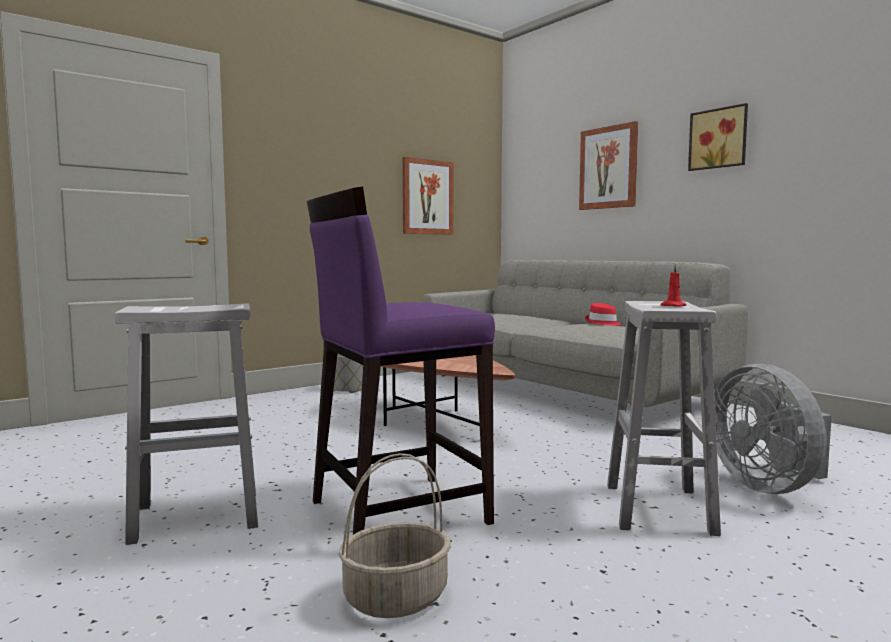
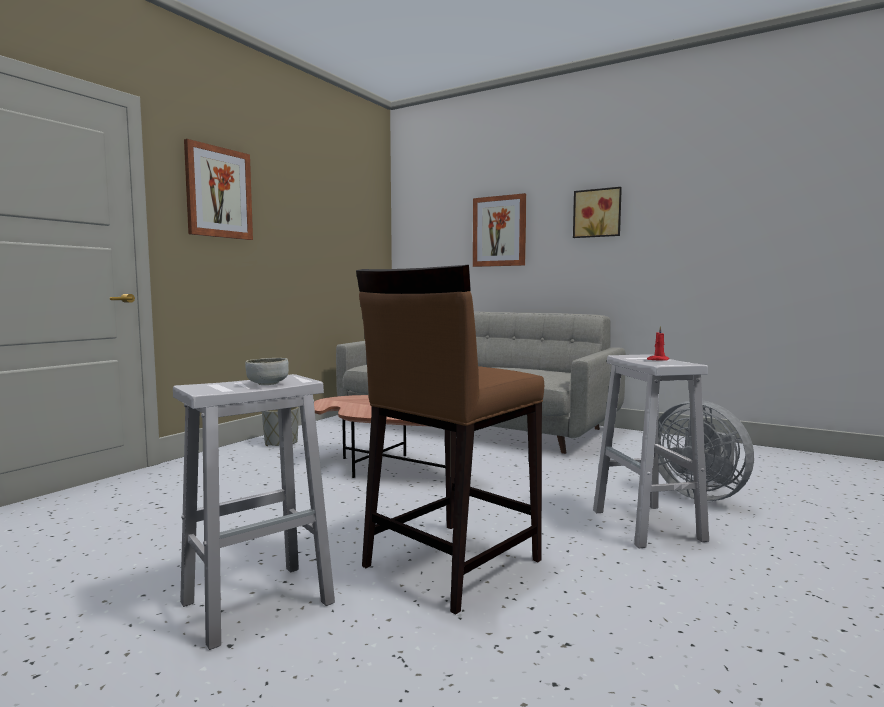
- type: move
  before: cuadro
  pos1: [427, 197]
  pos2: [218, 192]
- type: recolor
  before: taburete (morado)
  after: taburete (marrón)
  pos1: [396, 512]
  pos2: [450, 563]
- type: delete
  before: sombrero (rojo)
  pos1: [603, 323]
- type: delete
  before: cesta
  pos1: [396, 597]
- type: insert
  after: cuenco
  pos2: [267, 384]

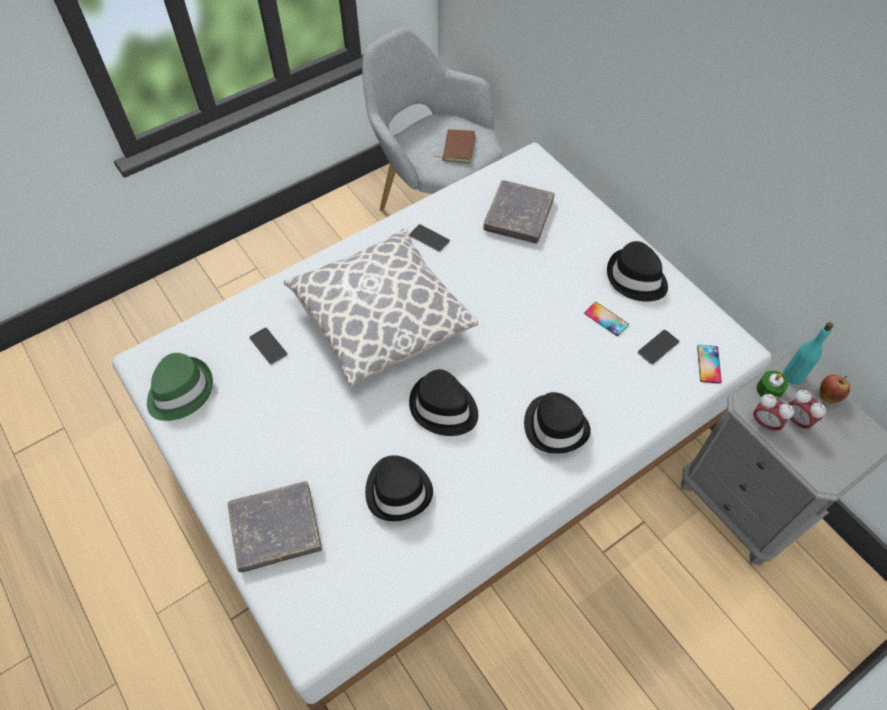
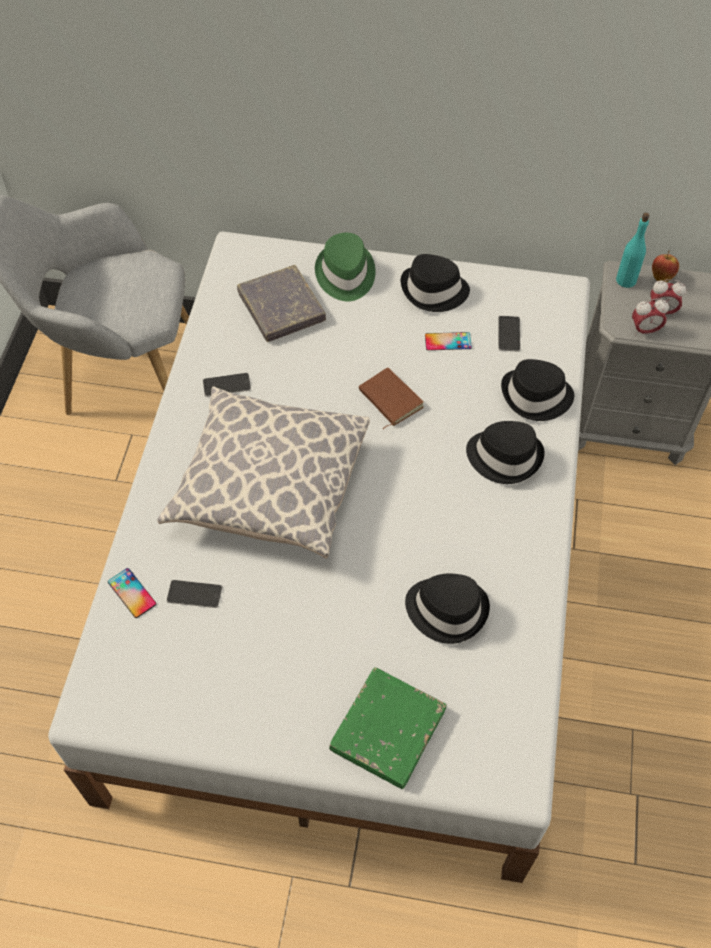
- type: move
  before: libro (marrón)
  pos1: [457, 148]
  pos2: [389, 400]
- type: move
  before: móvil
  pos1: [708, 364]
  pos2: [132, 593]
- type: move
  before: sombrero (verde)
  pos1: [179, 390]
  pos2: [345, 274]
- type: move
  before: sombrero (negro)
  pos1: [443, 408]
  pos2: [536, 396]
- type: delete
  before: vela (verde)
  pos1: [769, 389]
- type: recolor
  before: libro (gris)
  after: libro (verde)
  pos1: [275, 528]
  pos2: [387, 729]

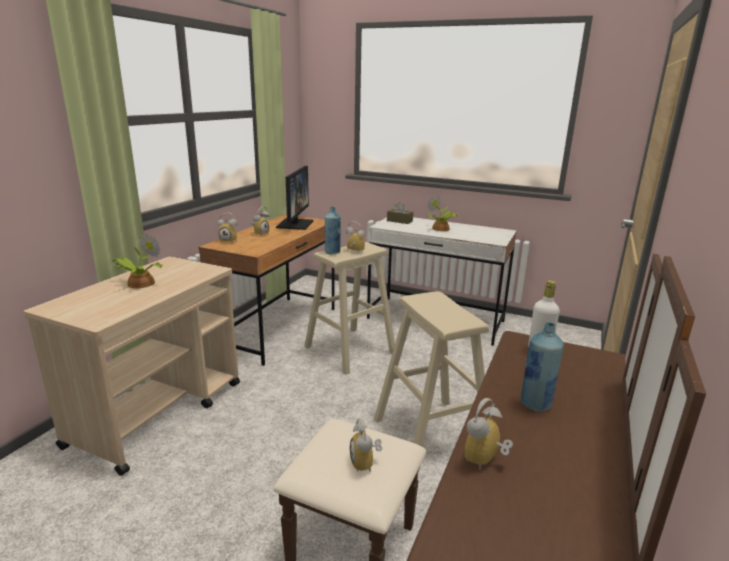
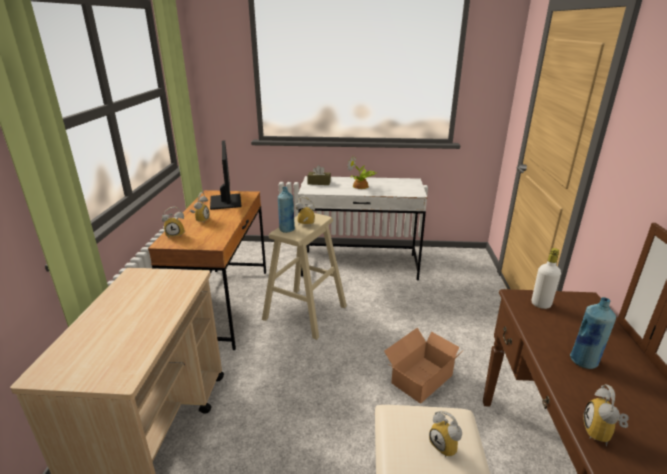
- type: delete
  before: planta en maceta
  pos1: [139, 283]
- type: replace
  before: taburete (beis)
  after: caja de cartón
  pos1: [430, 433]
  pos2: [419, 378]

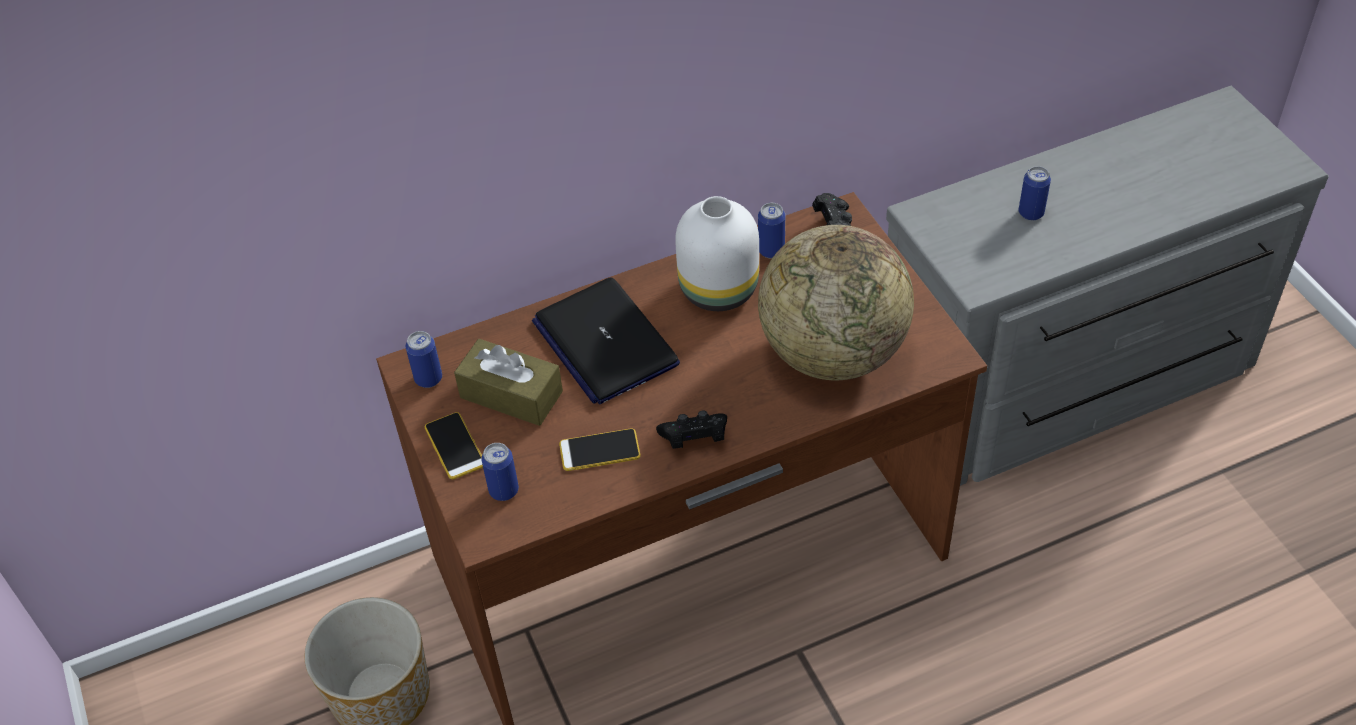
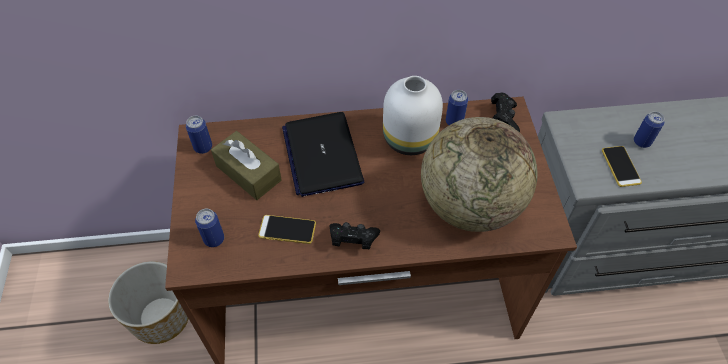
- type: move
  before: móvil
  pos1: [454, 446]
  pos2: [620, 166]

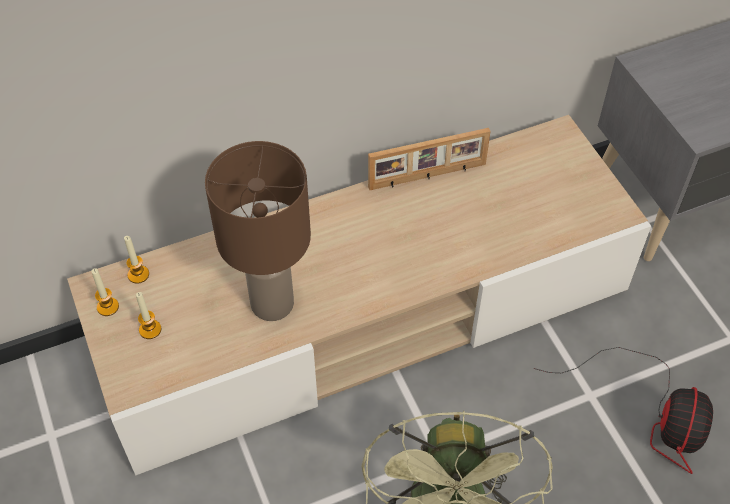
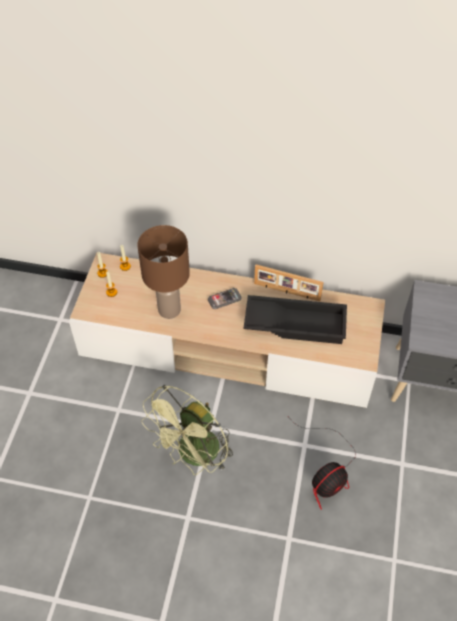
- type: insert
  after: móvil
  pos2: [224, 299]
- type: insert
  after: bandeja (negro)
  pos2: [296, 323]

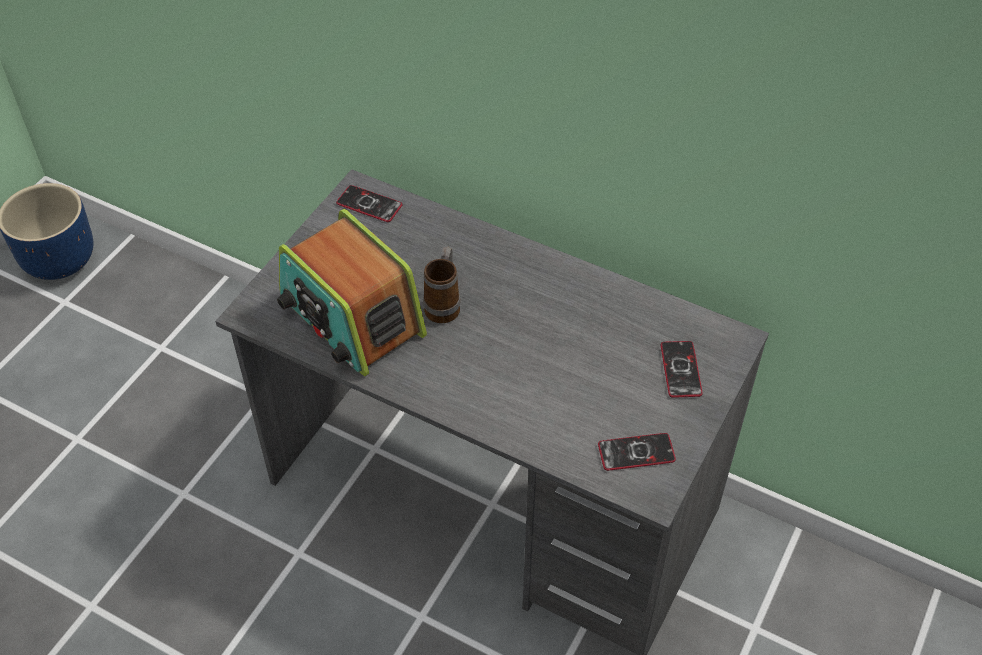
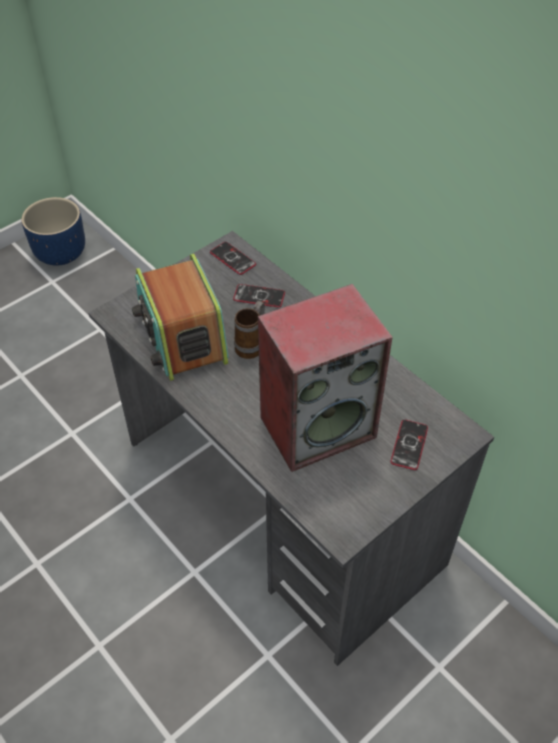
- type: move
  before: móvil
  pos1: [636, 452]
  pos2: [259, 296]
- type: insert
  after: altavoz
  pos2: [318, 425]

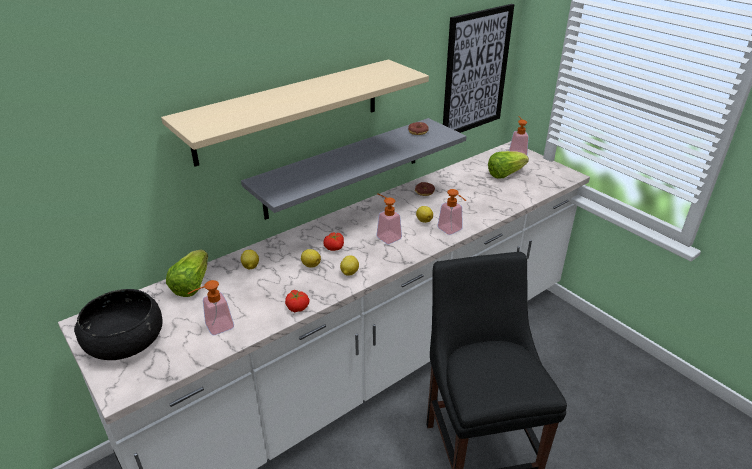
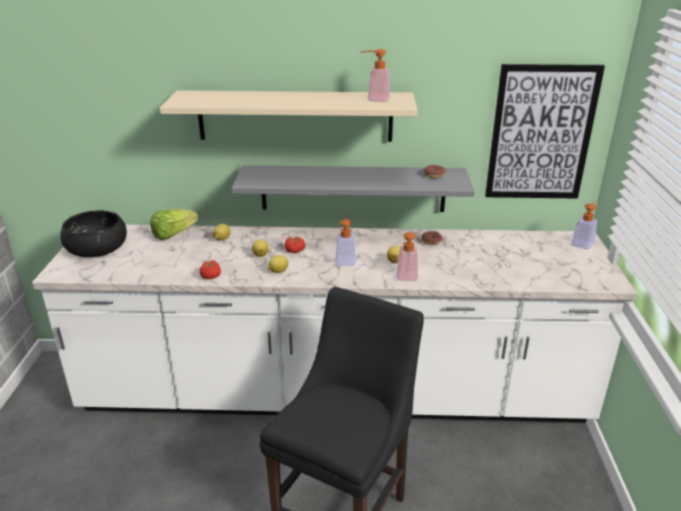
- type: delete
  before: lechuga
  pos1: [505, 174]
- type: move
  before: dispensador de jabón
  pos1: [214, 328]
  pos2: [374, 99]

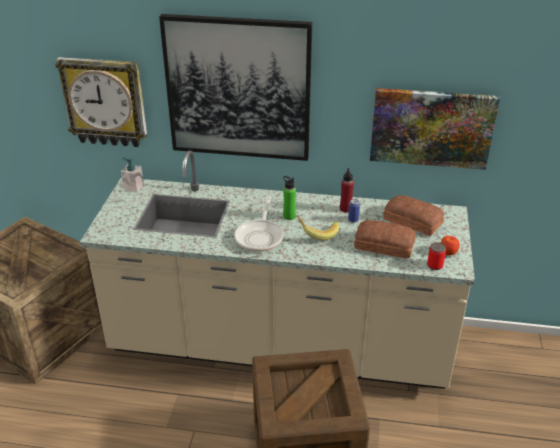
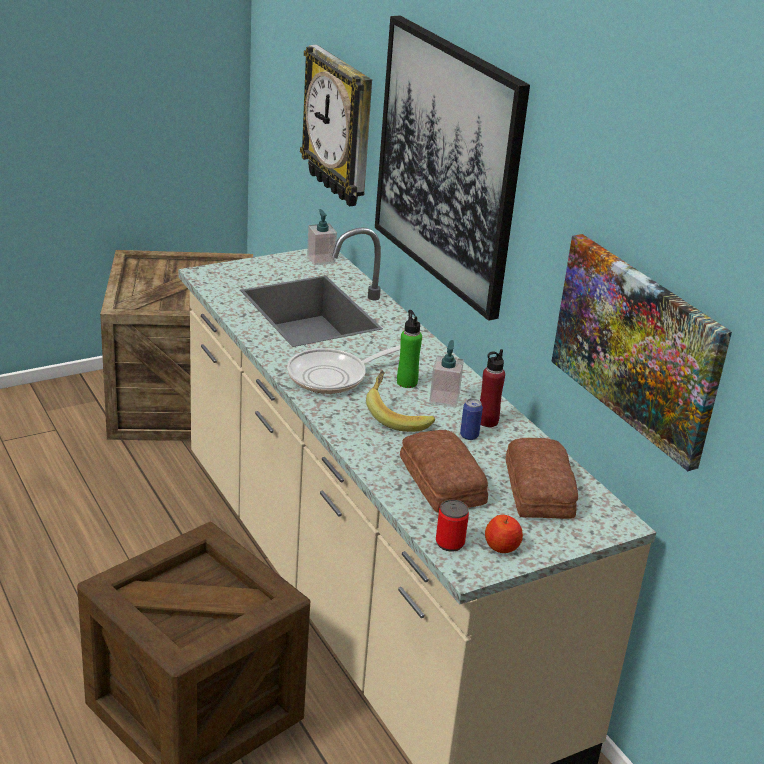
- type: insert
  after: dispensador de jabón
  pos2: [444, 398]

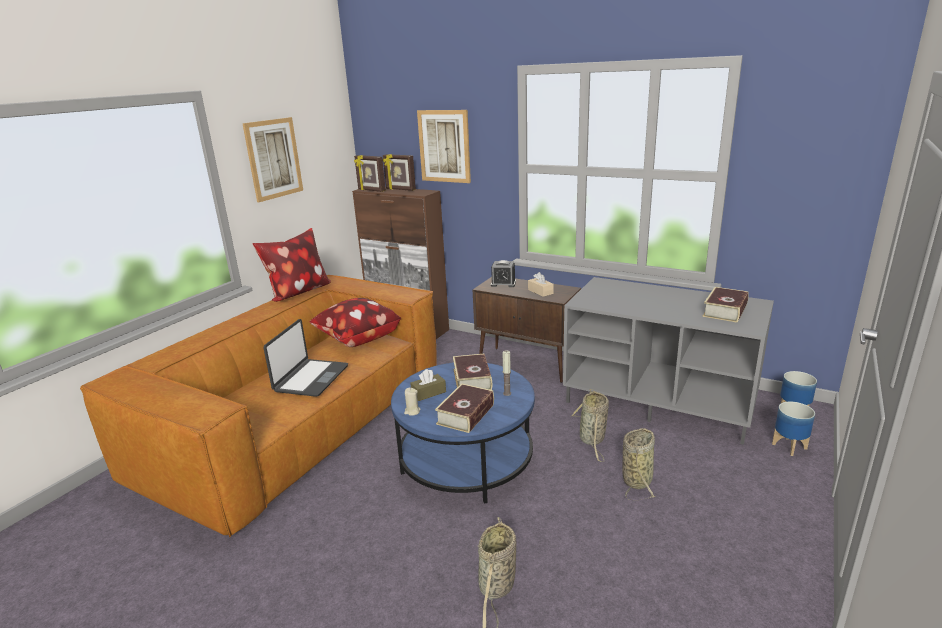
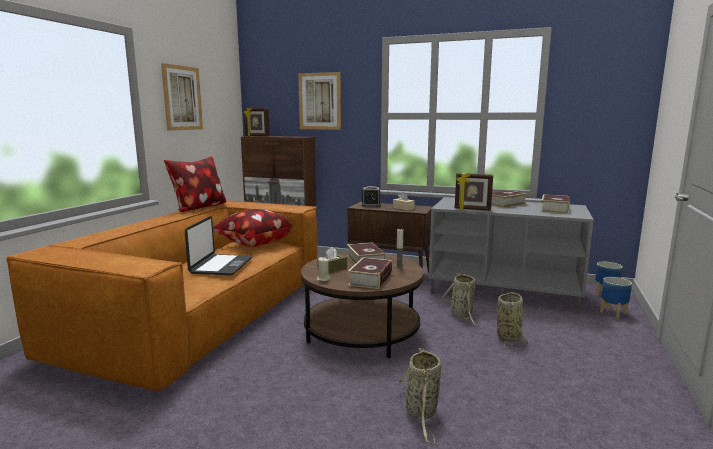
- type: move
  before: portarretratos
  pos1: [400, 189]
  pos2: [472, 209]
- type: recolor
  before: mesa de centro (azul)
  after: mesa de centro (marrón)
  pos1: [466, 459]
  pos2: [361, 331]
- type: insert
  after: libro
  pos2: [505, 204]

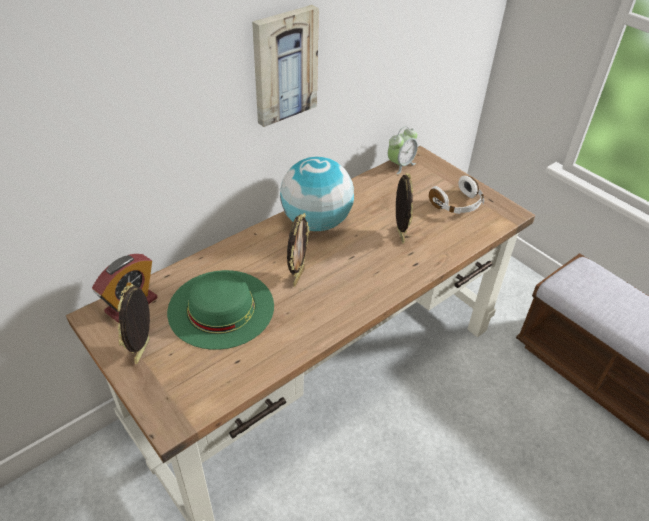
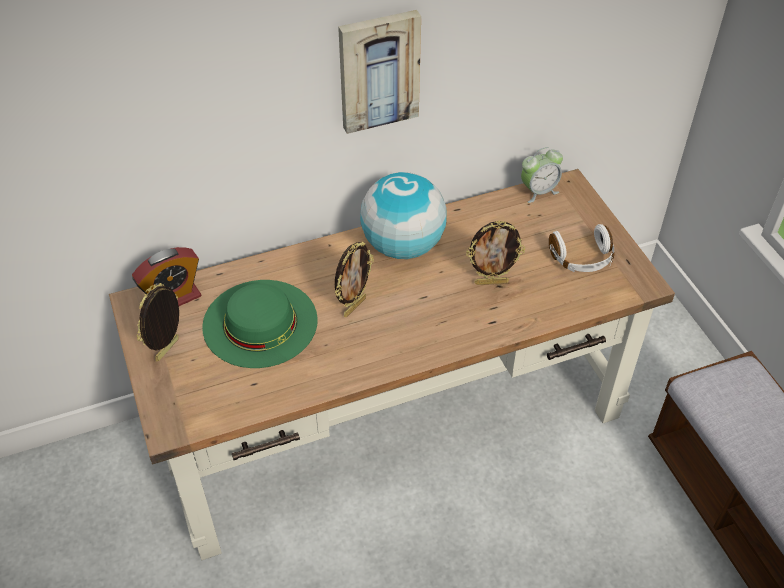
- type: rotate
  before: portarretratos
  pos1: [399, 235]
  pos2: [491, 282]
  turn: 75

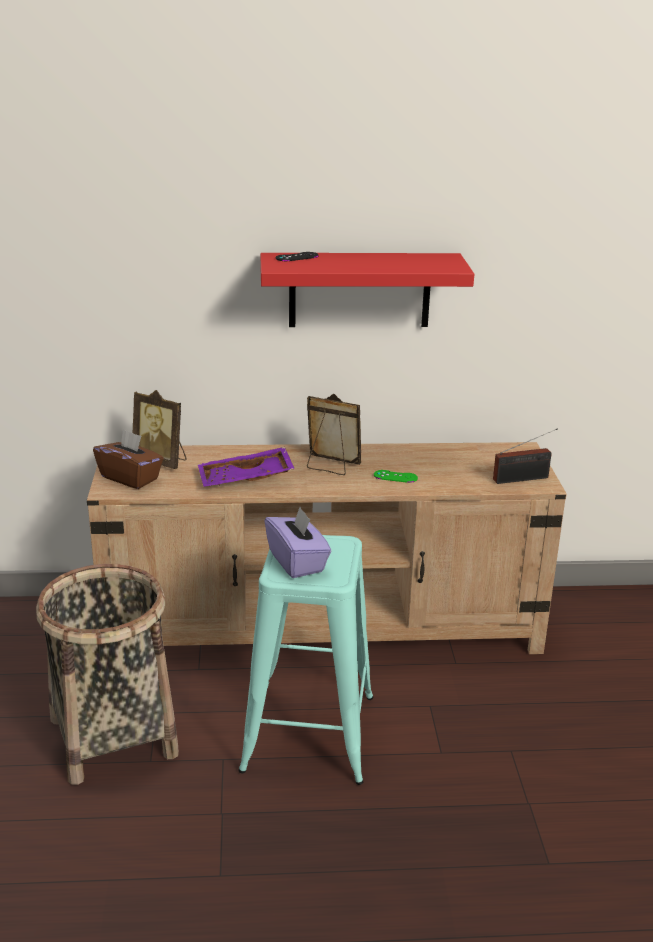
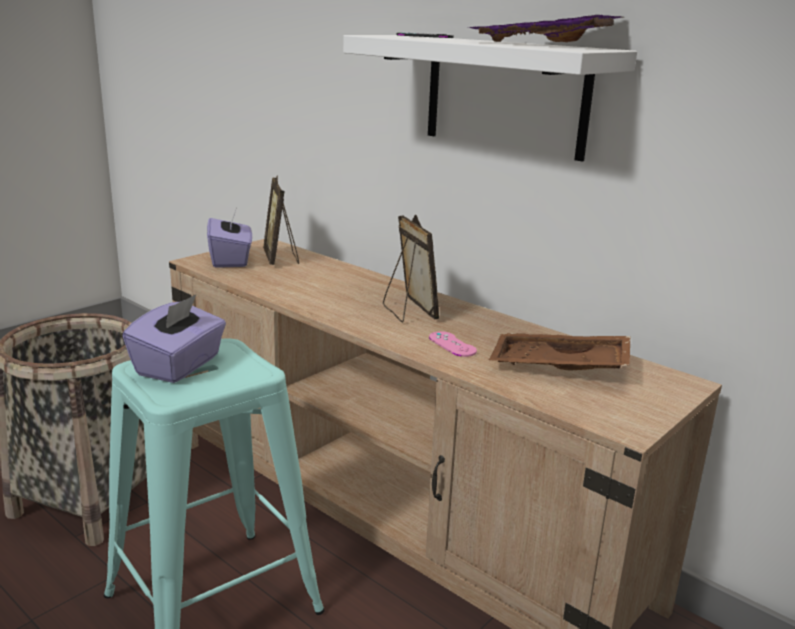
- type: recolor
  before: estante (rojo)
  after: estante (blanco)
  pos1: [359, 290]
  pos2: [505, 95]
- type: recolor
  before: caja de pañuelos (marrón)
  after: caja de pañuelos (morado)
  pos1: [130, 478]
  pos2: [231, 260]
- type: delete
  before: radio
  pos1: [524, 479]
- type: move
  before: bandeja (morado)
  pos1: [245, 480]
  pos2: [542, 45]
- type: recolor
  before: mando de consola (verde)
  after: mando de consola (rosa)
  pos1: [395, 476]
  pos2: [452, 344]
- type: insert
  after: bandeja (marrón)
  pos2: [558, 368]

